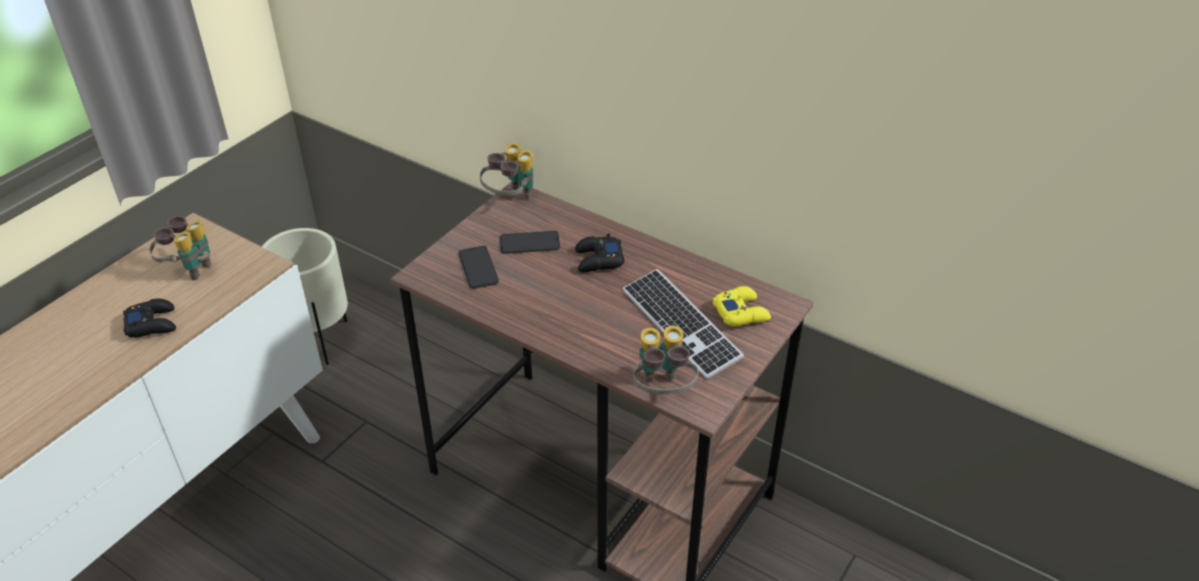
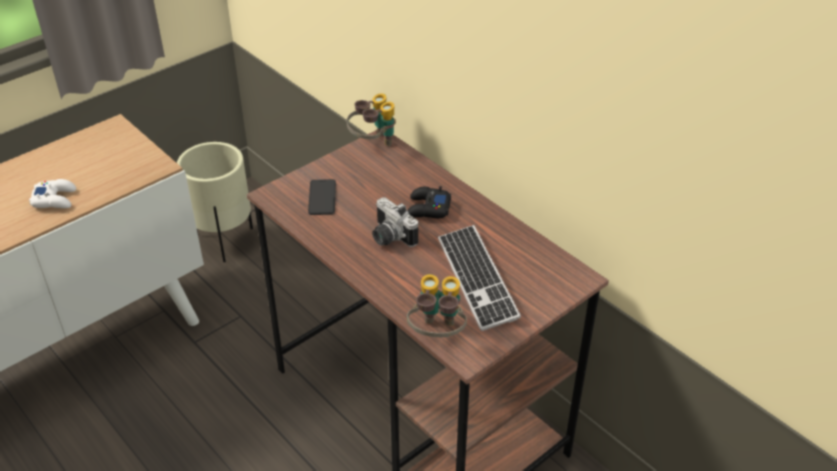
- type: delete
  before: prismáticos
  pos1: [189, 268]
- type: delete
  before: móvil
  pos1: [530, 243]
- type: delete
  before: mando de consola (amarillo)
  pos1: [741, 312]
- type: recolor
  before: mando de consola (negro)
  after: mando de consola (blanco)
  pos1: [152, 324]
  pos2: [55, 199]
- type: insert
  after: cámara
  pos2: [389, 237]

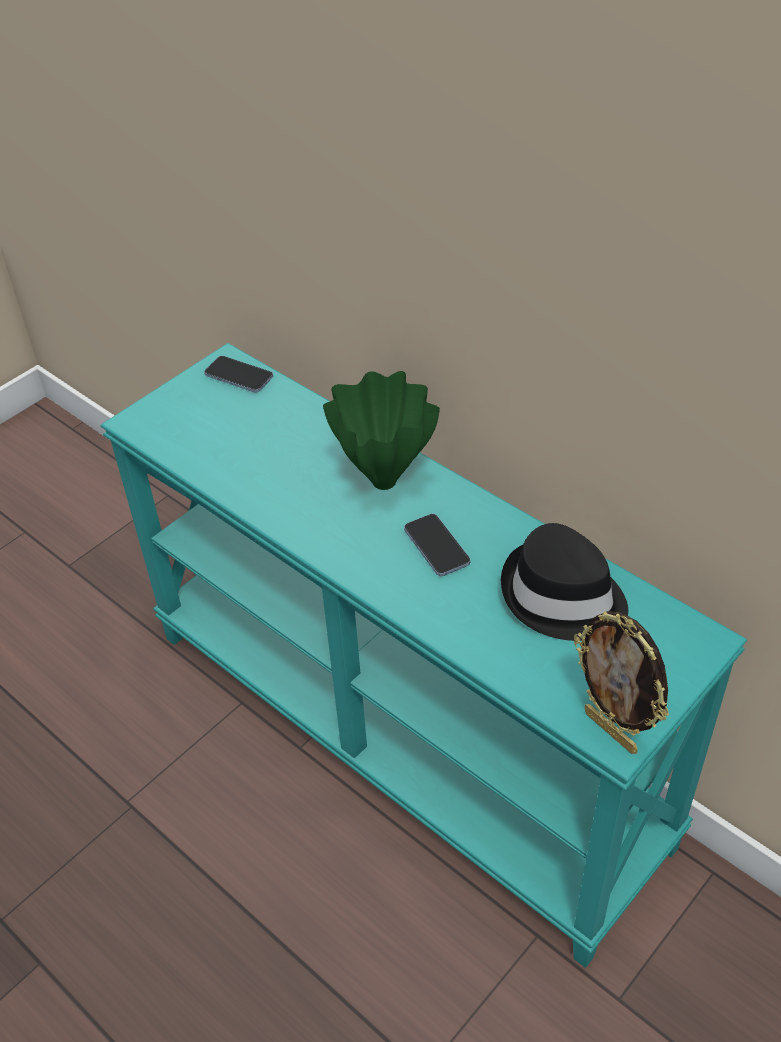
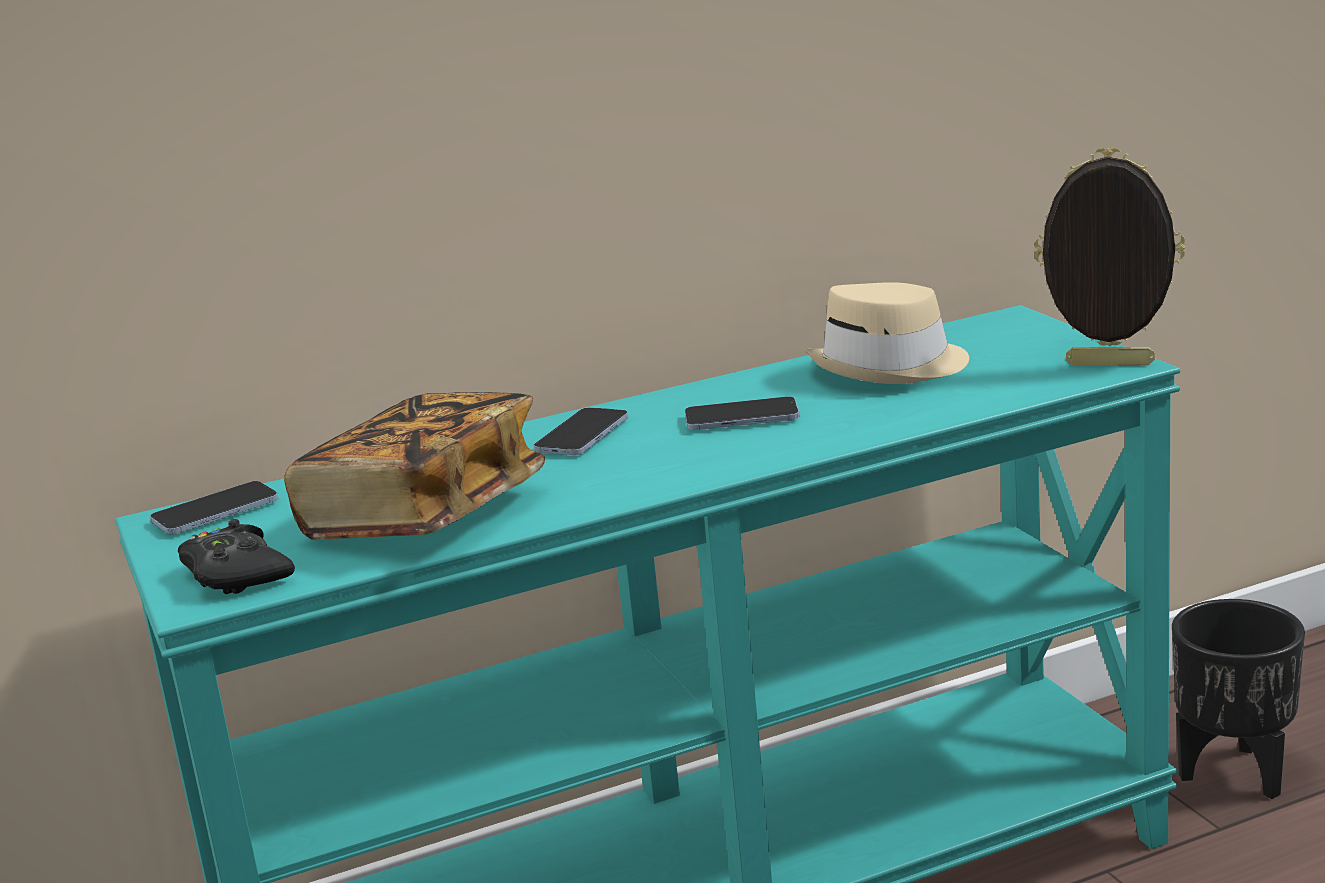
- type: replace
  before: florero (verde)
  after: móvil
  pos1: [385, 480]
  pos2: [582, 435]
- type: recolor
  before: sombrero (negro)
  after: sombrero (beis)
  pos1: [562, 597]
  pos2: [891, 367]
- type: rotate
  before: portarretratos
  pos1: [612, 731]
  pos2: [1109, 365]
  turn: -150
- type: insert
  after: libro
  pos2: [425, 515]
- type: insert
  after: mando de consola (negro)
  pos2: [236, 574]
- type: insert
  after: maceta (negro)
  pos2: [1235, 773]

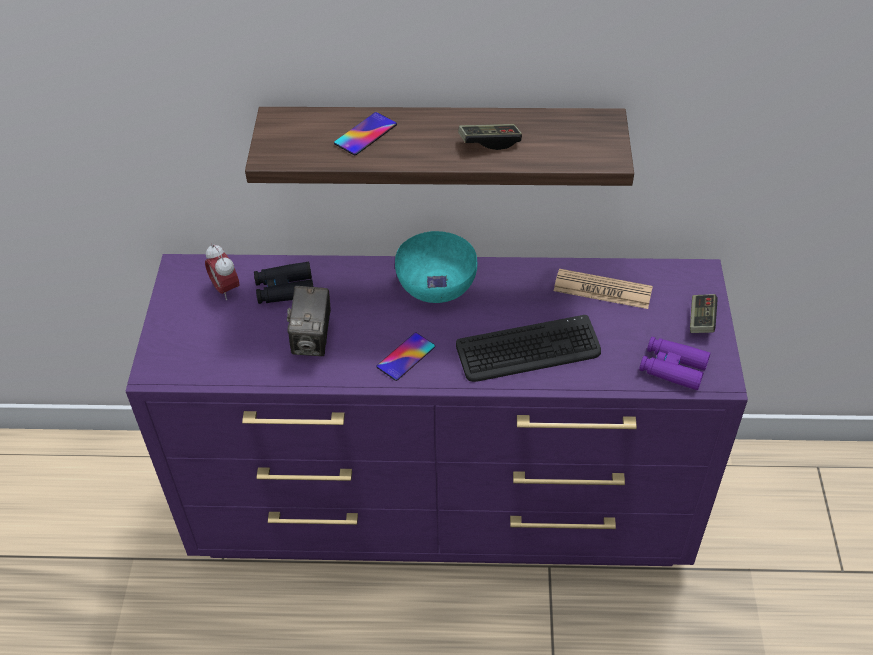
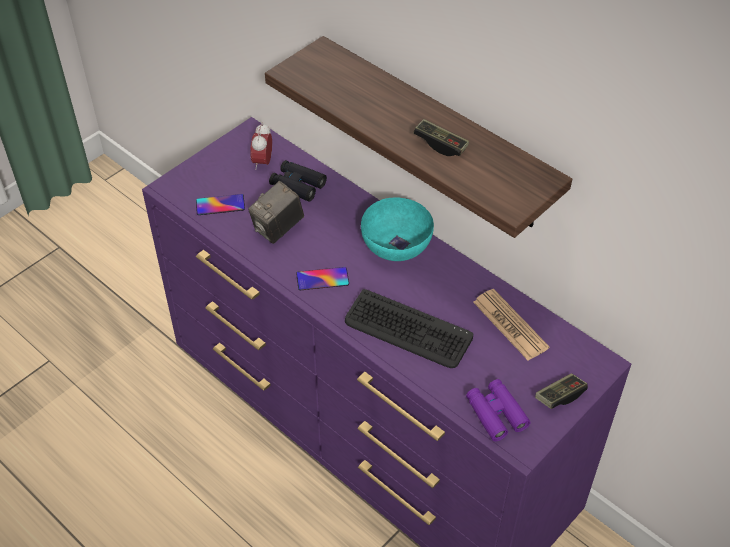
- type: move
  before: móvil
  pos1: [365, 134]
  pos2: [220, 205]

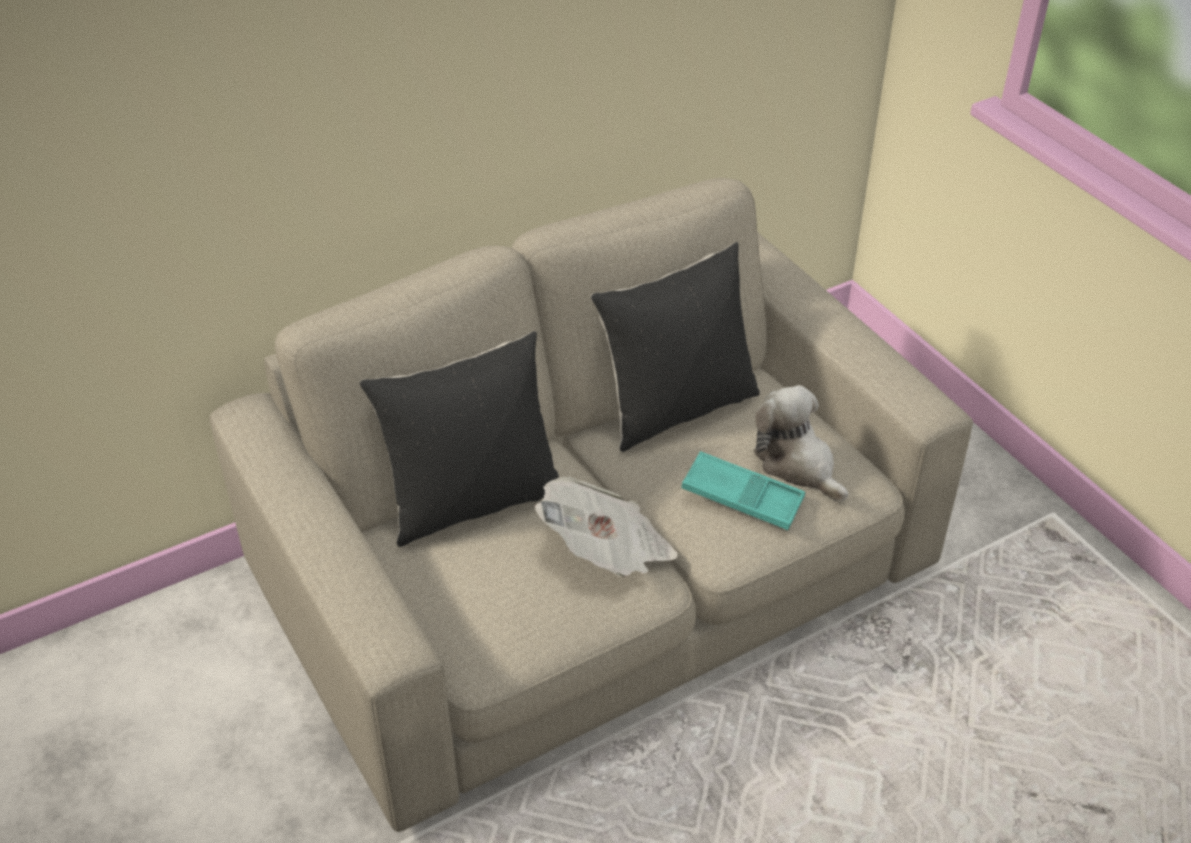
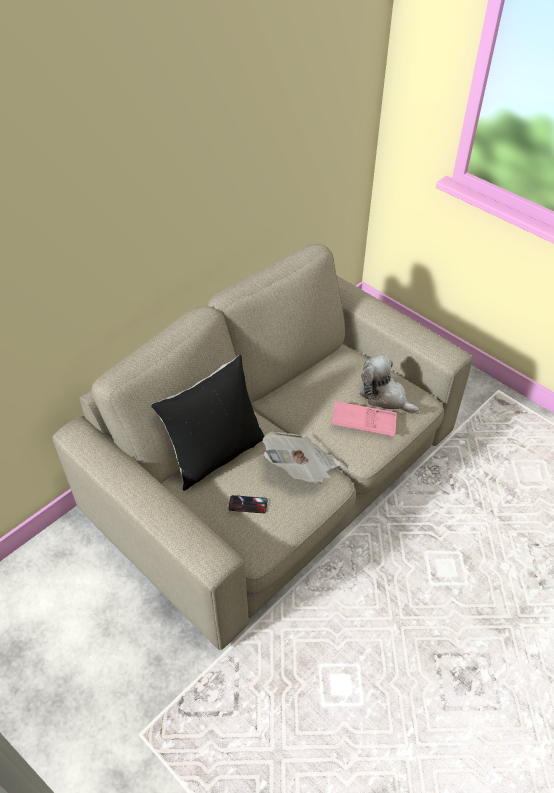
- type: delete
  before: cojín (negro)
  pos1: [676, 407]
- type: recolor
  before: bandeja (turquesa)
  after: bandeja (rosa)
  pos1: [742, 497]
  pos2: [363, 422]
- type: insert
  after: móvil
  pos2: [248, 504]

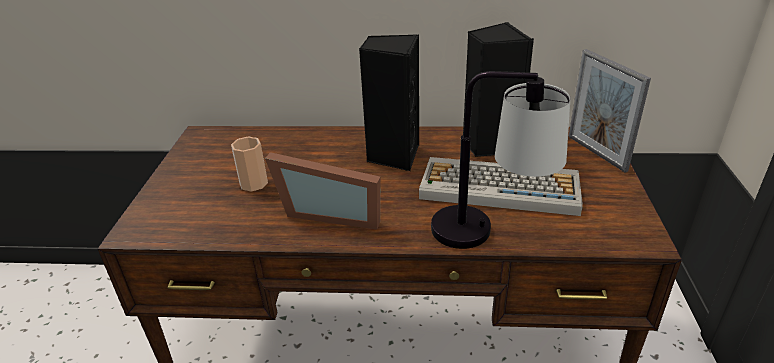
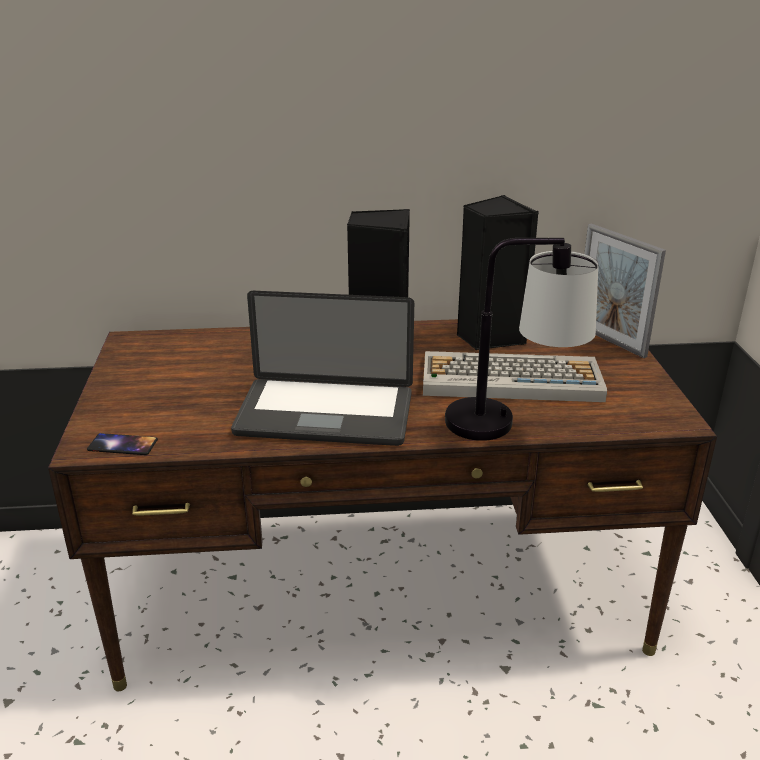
- type: delete
  before: taza
  pos1: [253, 183]
- type: replace
  before: portarretratos
  after: portátil
  pos1: [331, 212]
  pos2: [325, 414]
- type: insert
  after: móvil
  pos2: [123, 445]

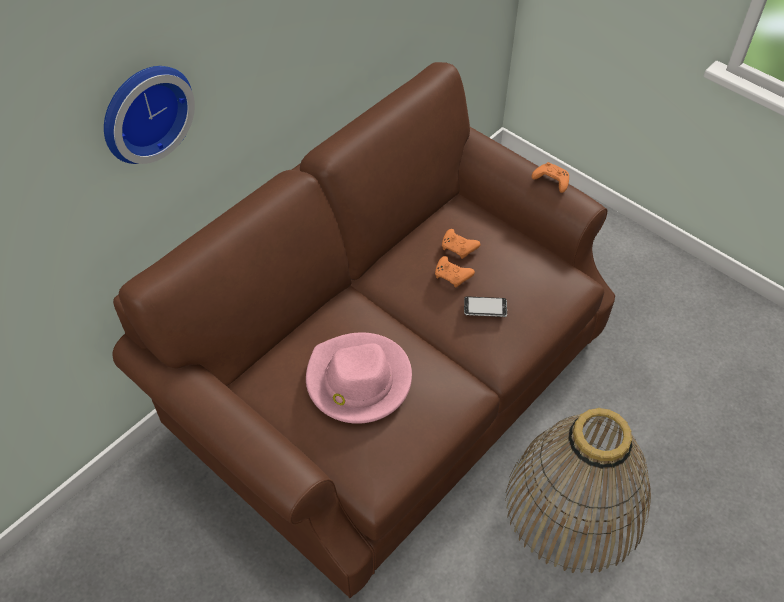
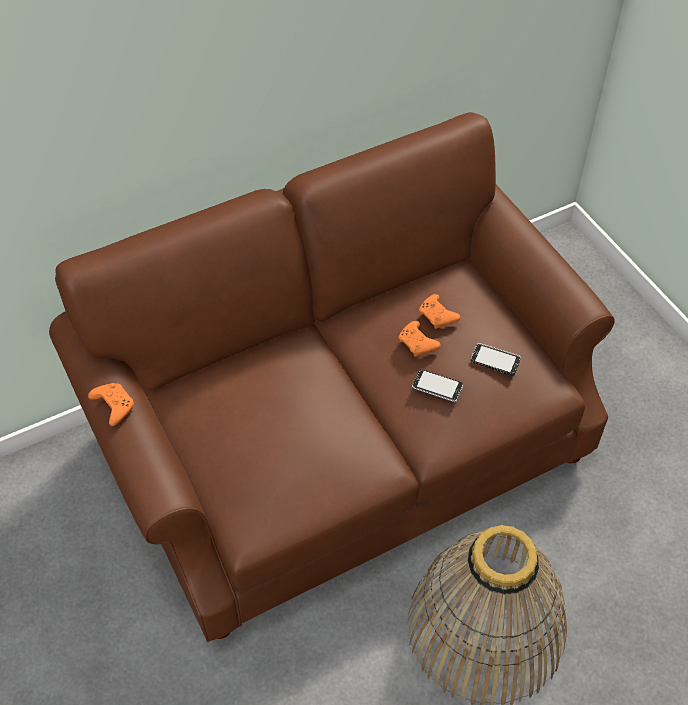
- type: delete
  before: reloj de pared
  pos1: [143, 111]
- type: move
  before: mando de consola (naranja)
  pos1: [550, 181]
  pos2: [113, 406]
- type: delete
  before: sombrero (rosa)
  pos1: [358, 381]
- type: insert
  after: móvil
  pos2: [495, 360]

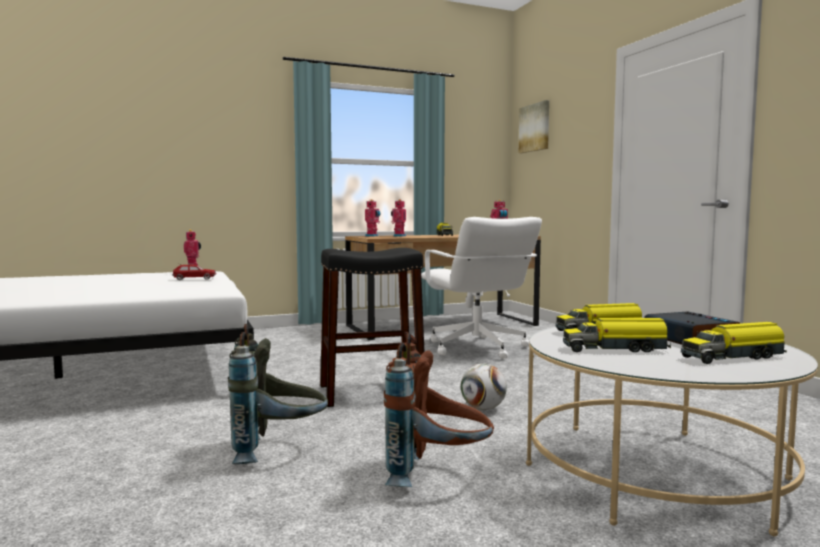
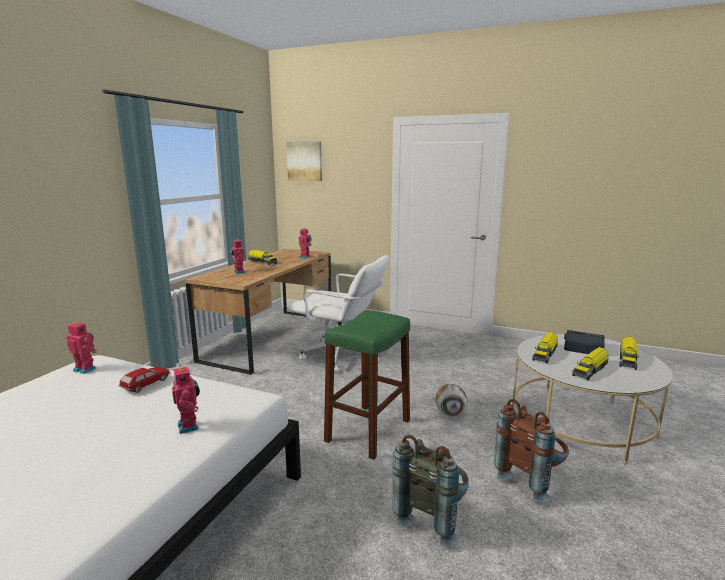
- type: move
  before: robot de juguete
  pos1: [372, 236]
  pos2: [189, 426]
- type: recolor
  before: taburete (negro)
  after: taburete (verde)
  pos1: [371, 392]
  pos2: [368, 430]

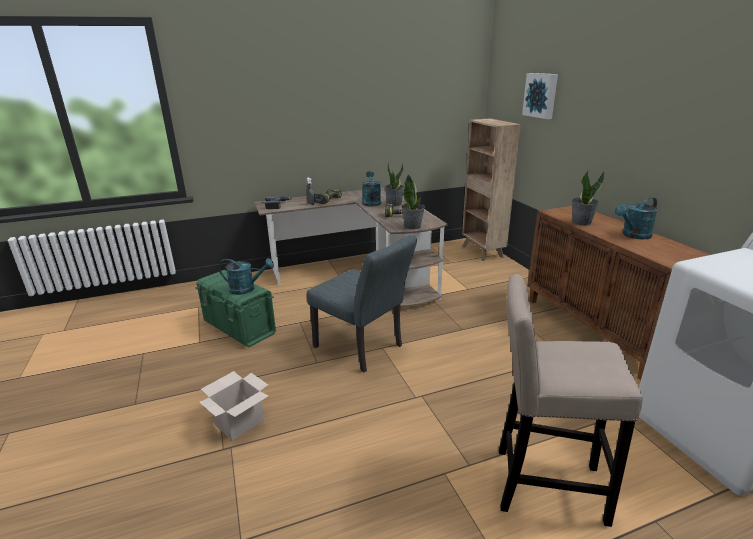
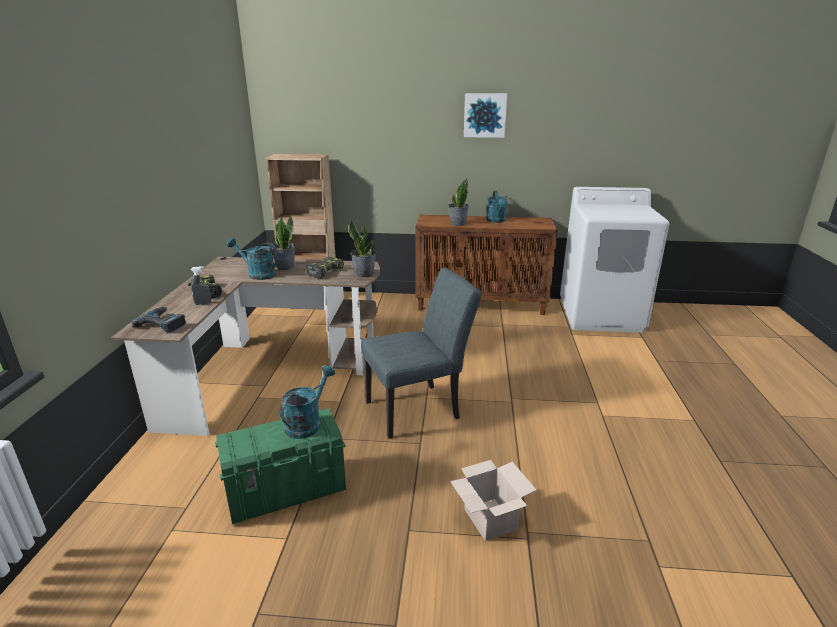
- type: move
  before: cuadro
  pos1: [541, 95]
  pos2: [484, 115]
- type: delete
  before: taburete (beis)
  pos1: [542, 484]

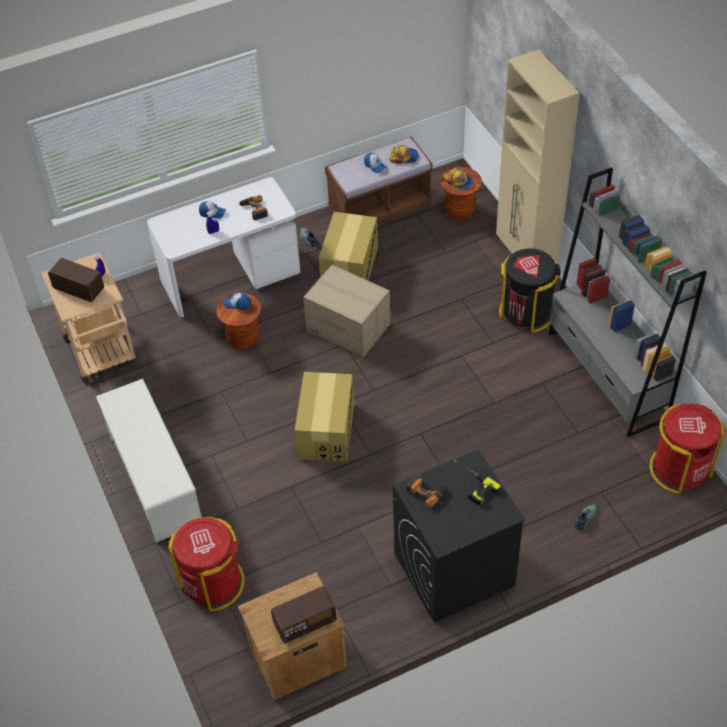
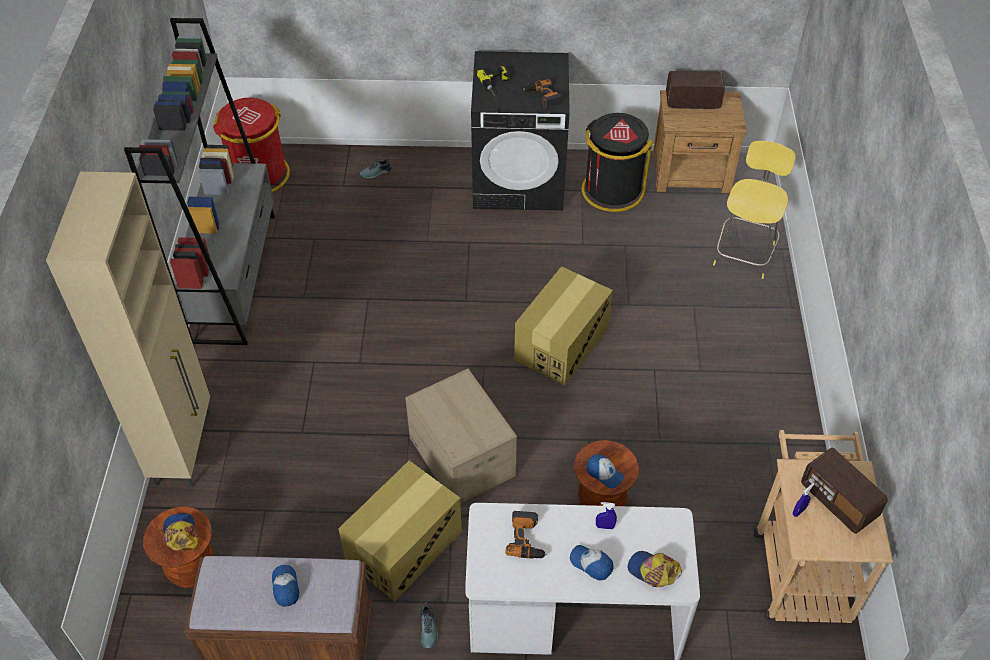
- type: move
  before: gorra
  pos1: [404, 157]
  pos2: [653, 571]
- type: move
  before: papelera (negro)
  pos1: [526, 312]
  pos2: [612, 190]
- type: delete
  before: zapatero (blanco)
  pos1: [155, 480]
- type: replace
  before: papelera (rojo)
  after: taburete (amarillo)
  pos1: [213, 582]
  pos2: [744, 252]

